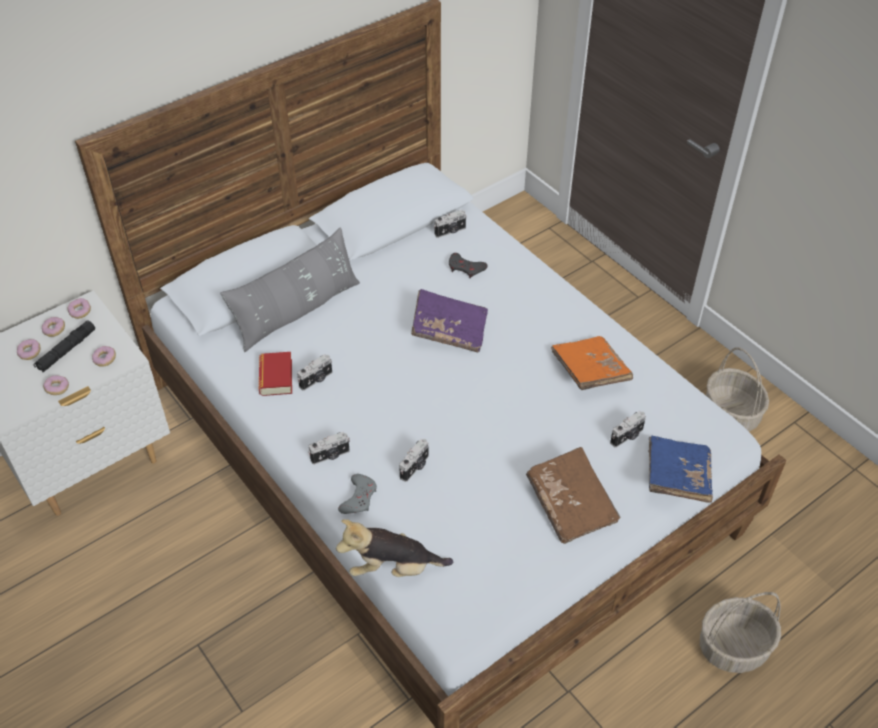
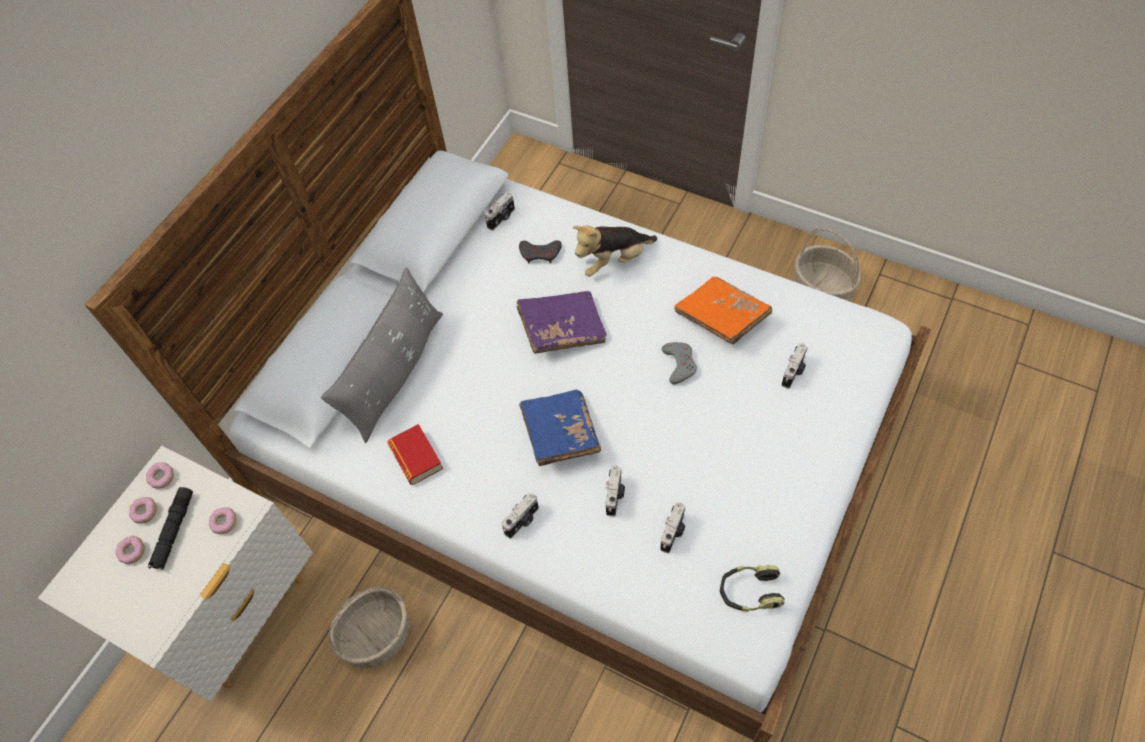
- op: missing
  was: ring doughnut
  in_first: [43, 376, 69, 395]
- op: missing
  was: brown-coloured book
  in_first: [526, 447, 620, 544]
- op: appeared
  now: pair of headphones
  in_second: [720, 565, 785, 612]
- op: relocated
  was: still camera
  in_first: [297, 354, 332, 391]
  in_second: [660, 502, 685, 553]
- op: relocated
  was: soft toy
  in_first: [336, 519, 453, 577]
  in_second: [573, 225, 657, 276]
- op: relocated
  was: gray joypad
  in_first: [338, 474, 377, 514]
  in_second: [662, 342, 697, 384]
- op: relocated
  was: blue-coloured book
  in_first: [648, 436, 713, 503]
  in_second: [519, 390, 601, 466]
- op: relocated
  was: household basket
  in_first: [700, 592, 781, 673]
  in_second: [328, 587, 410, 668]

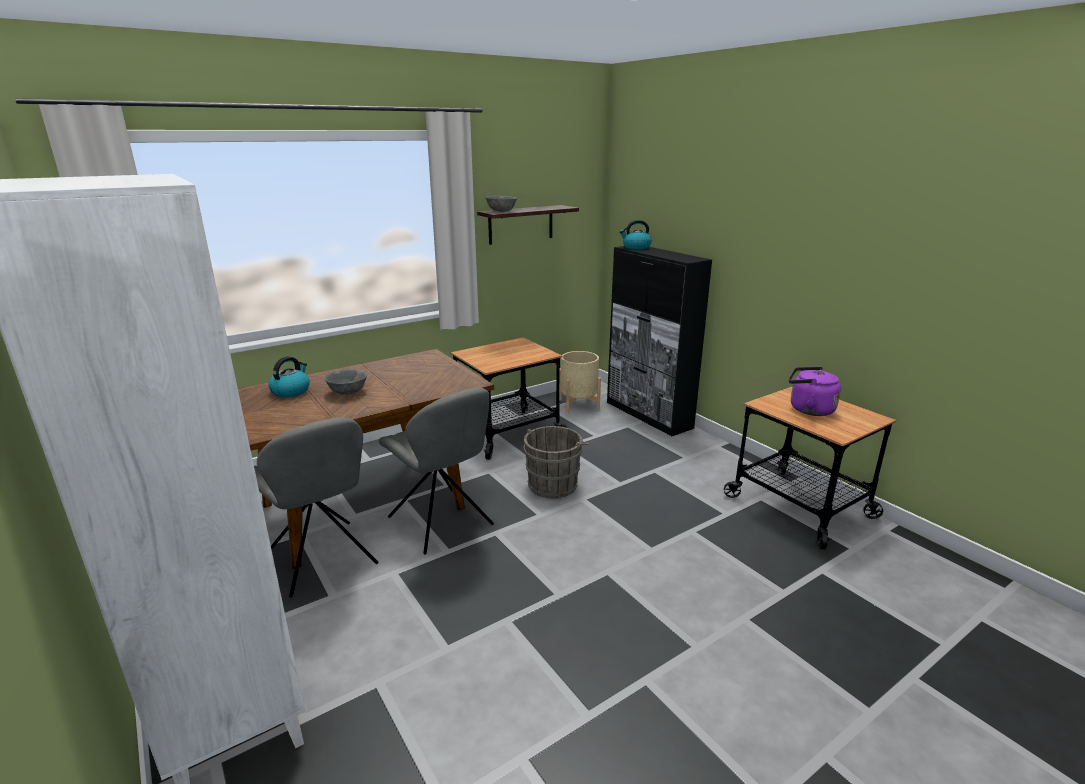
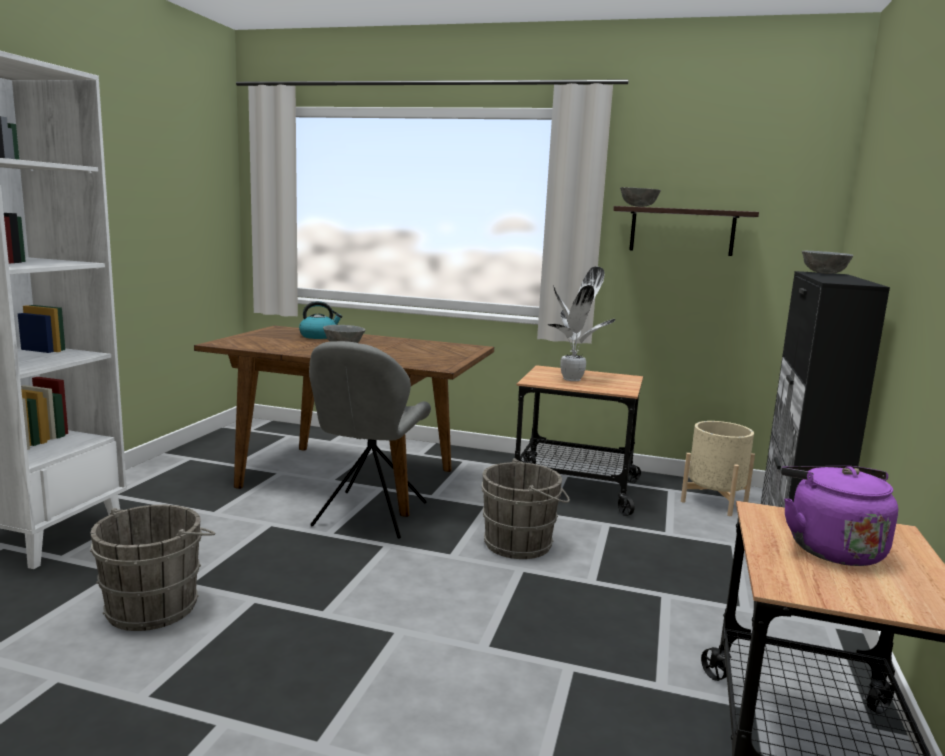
- op: missing
  was: gray plain chair
  in_first: [254, 417, 378, 598]
- op: appeared
  now: gray water bucket
  in_second: [90, 505, 215, 631]
- op: appeared
  now: potted plant
  in_second: [548, 267, 616, 381]
- op: exchanged
  was: water kettle
  now: gray serving bowl
  in_first: [620, 220, 651, 249]
  in_second: [802, 251, 854, 274]

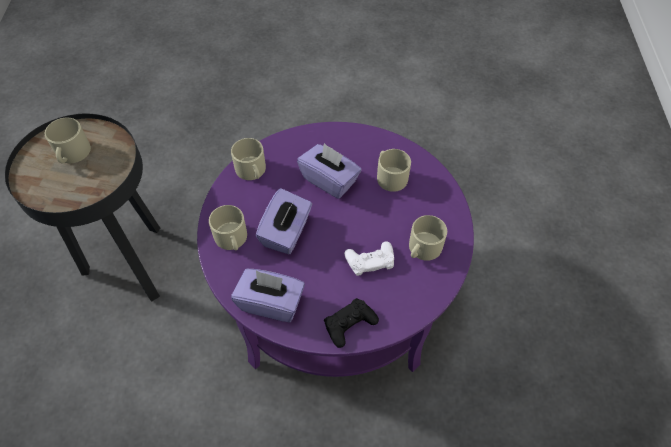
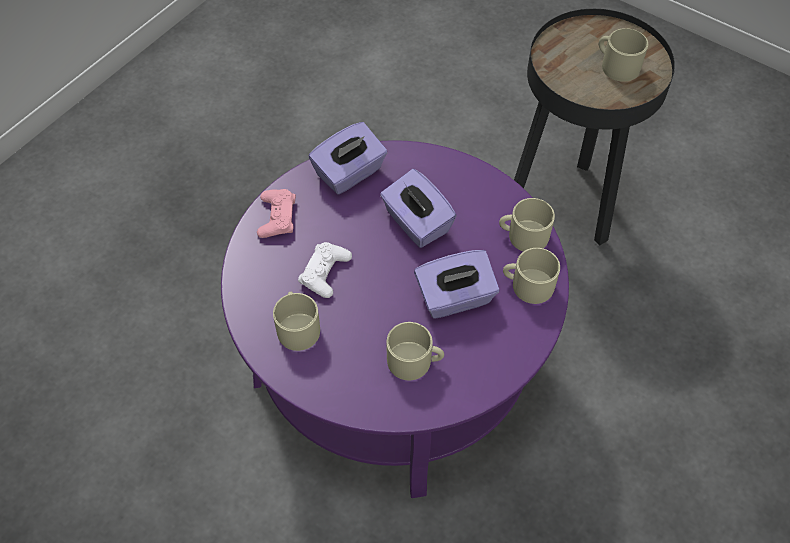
- op: relocated
  was: sand-coloured coffee mug
  in_first: [209, 205, 247, 250]
  in_second: [503, 248, 560, 304]
- op: colour
  was: blackish joypad
  now: pinkish joypad
  in_first: [324, 298, 379, 348]
  in_second: [257, 189, 296, 238]

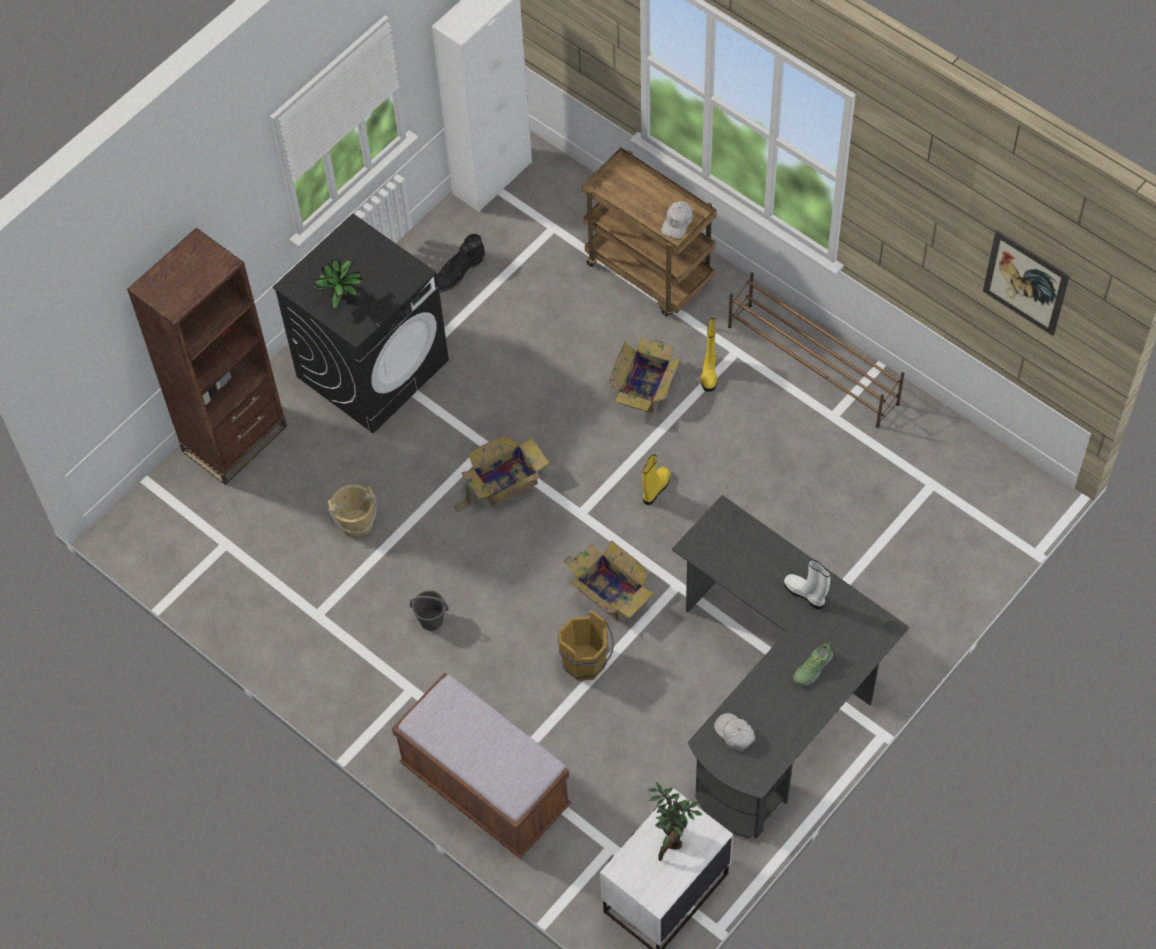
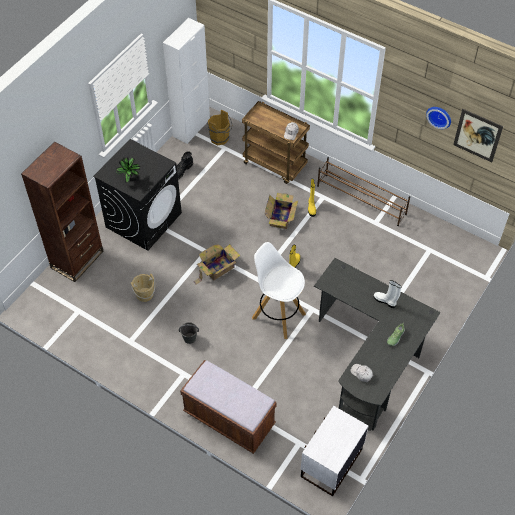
- op: missing
  was: potted plant
  in_first: [648, 782, 702, 861]
- op: appeared
  now: hanging clock
  in_second: [426, 107, 451, 129]
- op: relocated
  was: brown-coloured water bucket
  in_first: [558, 610, 614, 681]
  in_second: [207, 110, 232, 145]
- op: exchanged
  was: carton
  now: whitish sitting stool
  in_first: [563, 540, 654, 622]
  in_second: [252, 242, 306, 339]

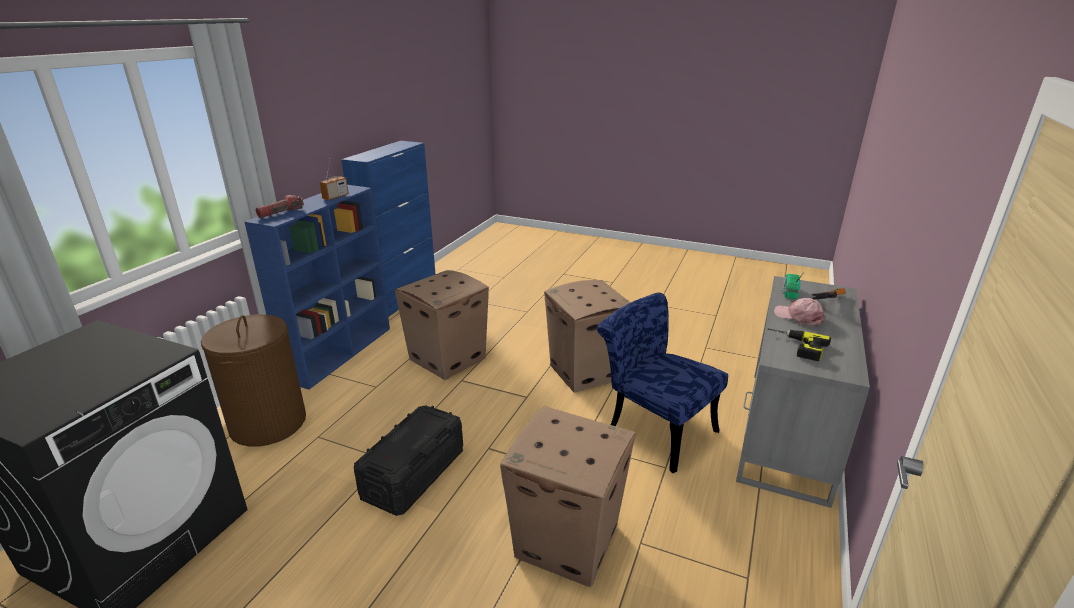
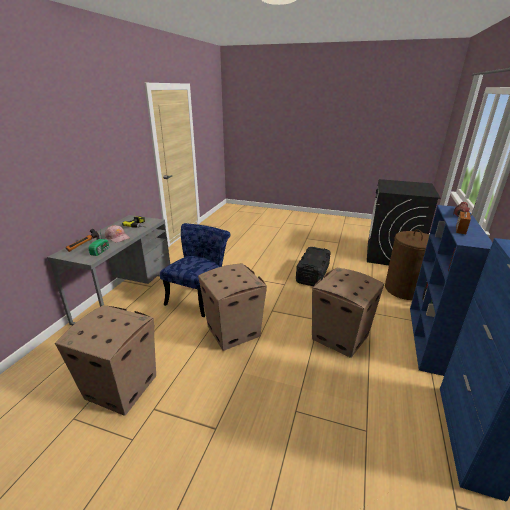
- op: relocated
  was: carton
  in_first: [500, 406, 636, 587]
  in_second: [55, 305, 157, 416]
- op: spun
  was: blue-coloured plain chair
  in_first: [597, 293, 728, 473]
  in_second: [160, 223, 231, 317]
  clockwise: -105

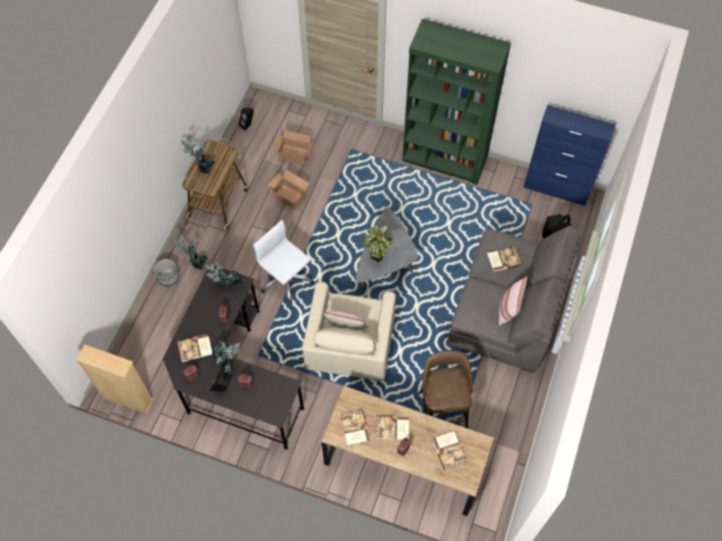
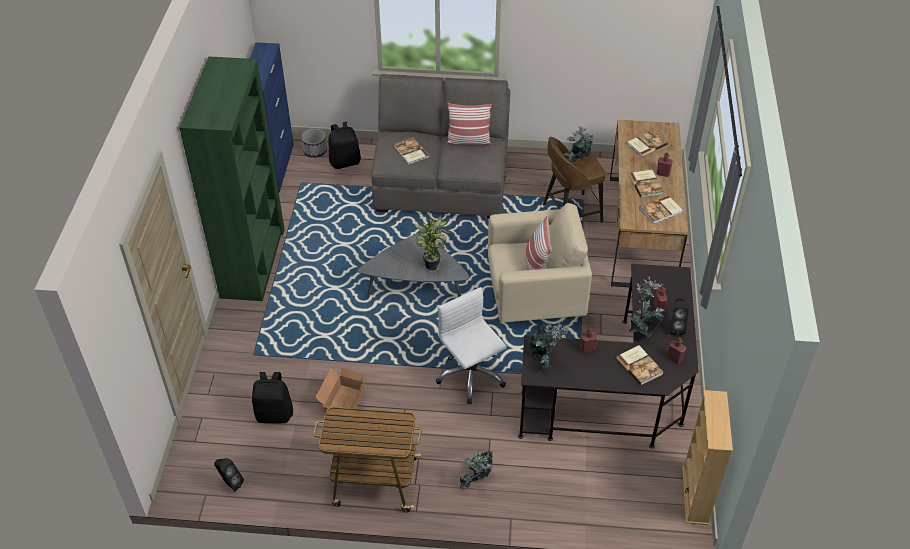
- op: relocated
  was: plant pot
  in_first: [154, 259, 179, 287]
  in_second: [301, 129, 327, 158]
- op: relocated
  was: potted plant
  in_first: [181, 134, 215, 174]
  in_second: [564, 126, 594, 163]
- op: exchanged
  was: carton
  now: blackish backpack
  in_first: [274, 130, 314, 164]
  in_second: [252, 372, 293, 423]
- op: spun
  was: whitish office chair
  in_first: [253, 220, 314, 305]
  in_second: [436, 287, 507, 404]
  clockwise: 120

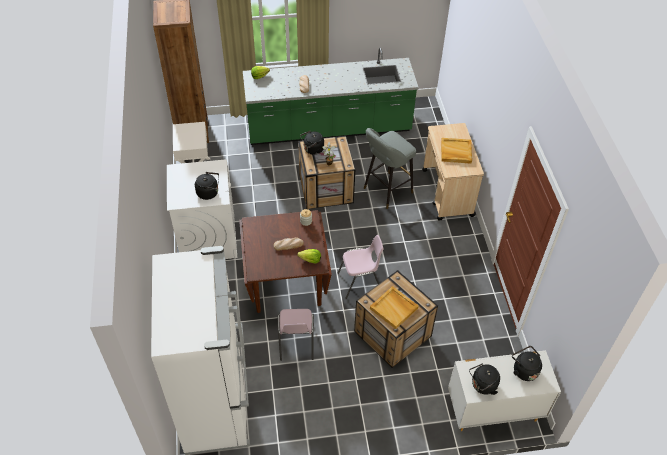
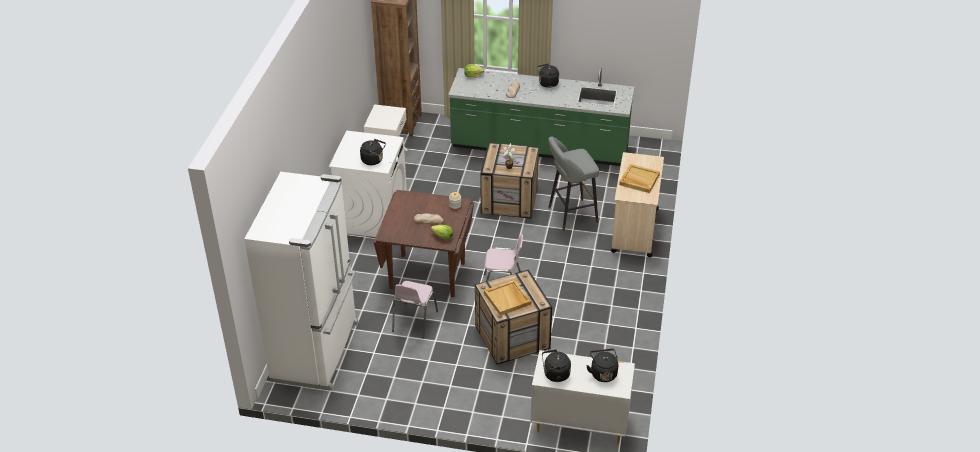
- op: relocated
  was: blackish water kettle
  in_first: [300, 131, 324, 155]
  in_second: [537, 63, 559, 88]

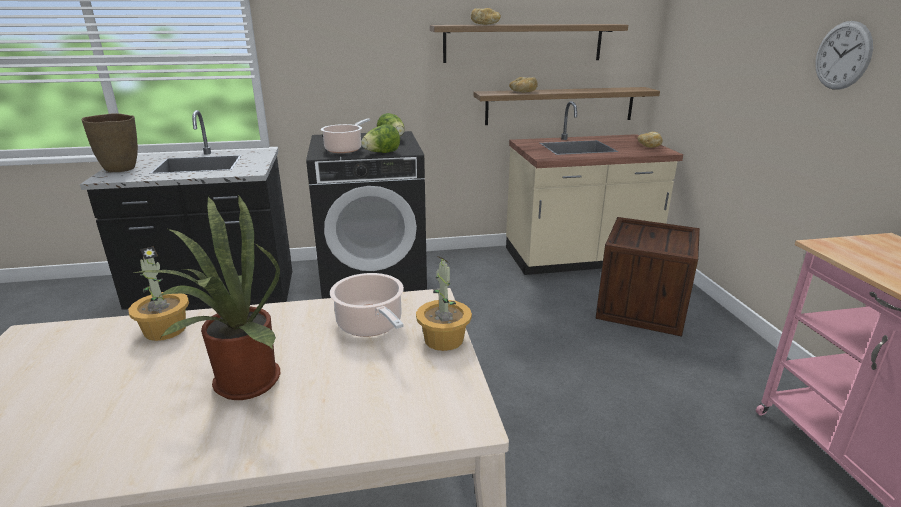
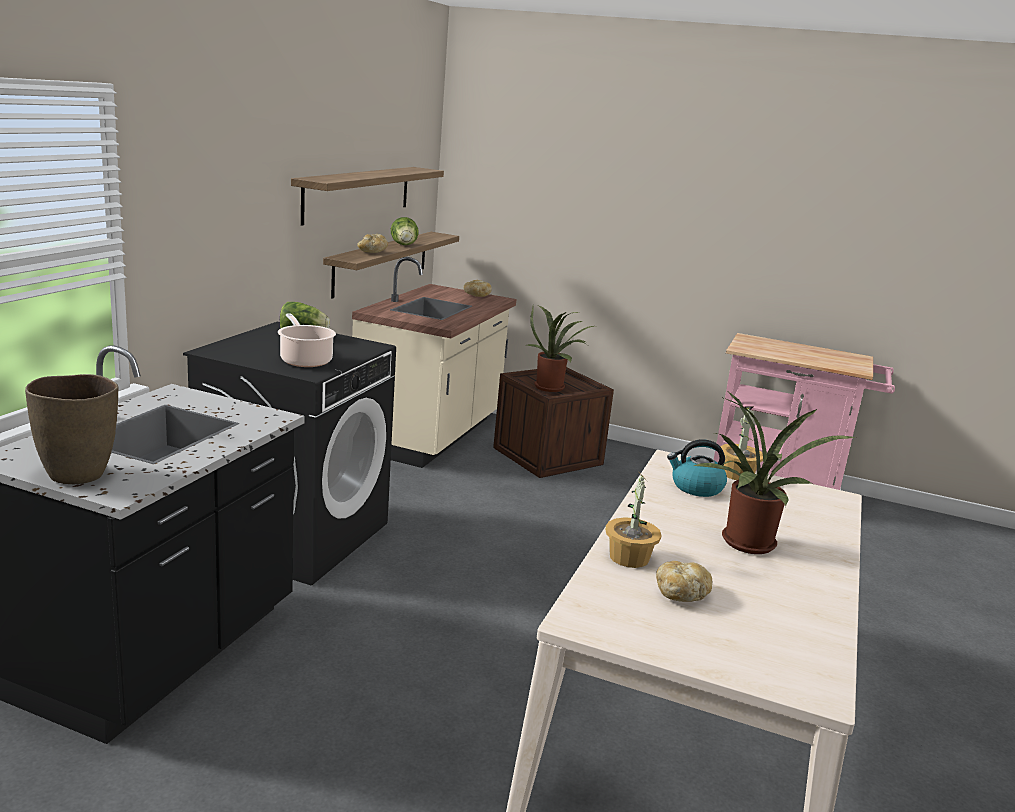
- op: missing
  was: hanging clock
  in_first: [815, 21, 873, 89]
- op: appeared
  now: potted plant
  in_second: [526, 305, 594, 392]
- op: relocated
  was: lettuce
  in_first: [361, 124, 400, 153]
  in_second: [391, 217, 418, 245]
- op: relocated
  was: bakery bread
  in_first: [471, 8, 501, 25]
  in_second: [656, 561, 712, 602]
- op: exchanged
  was: cooking pot
  now: water kettle
  in_first: [330, 273, 404, 337]
  in_second: [667, 439, 727, 497]

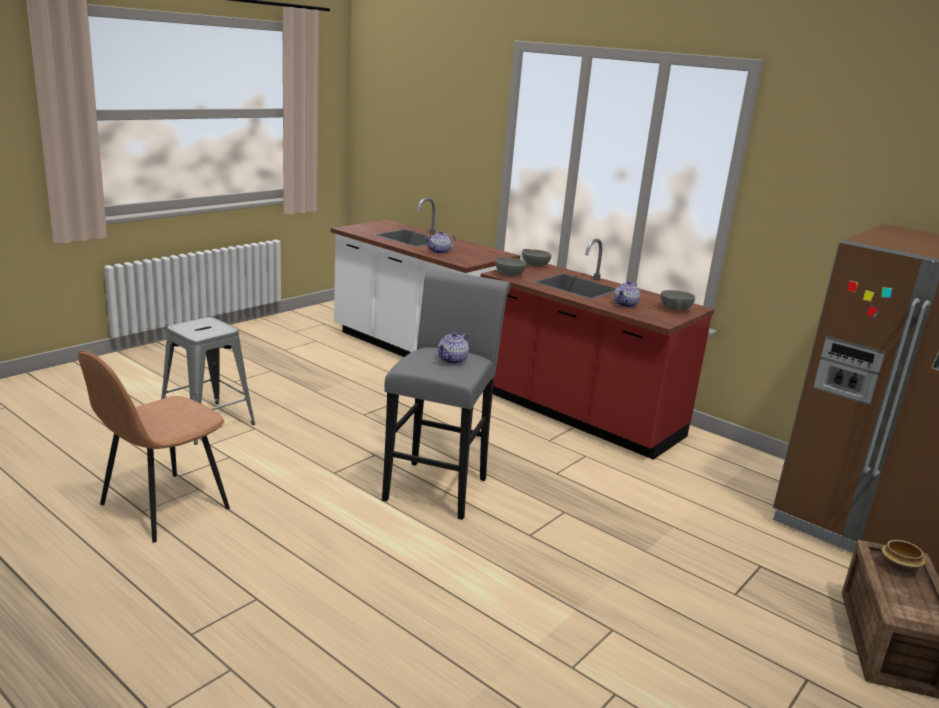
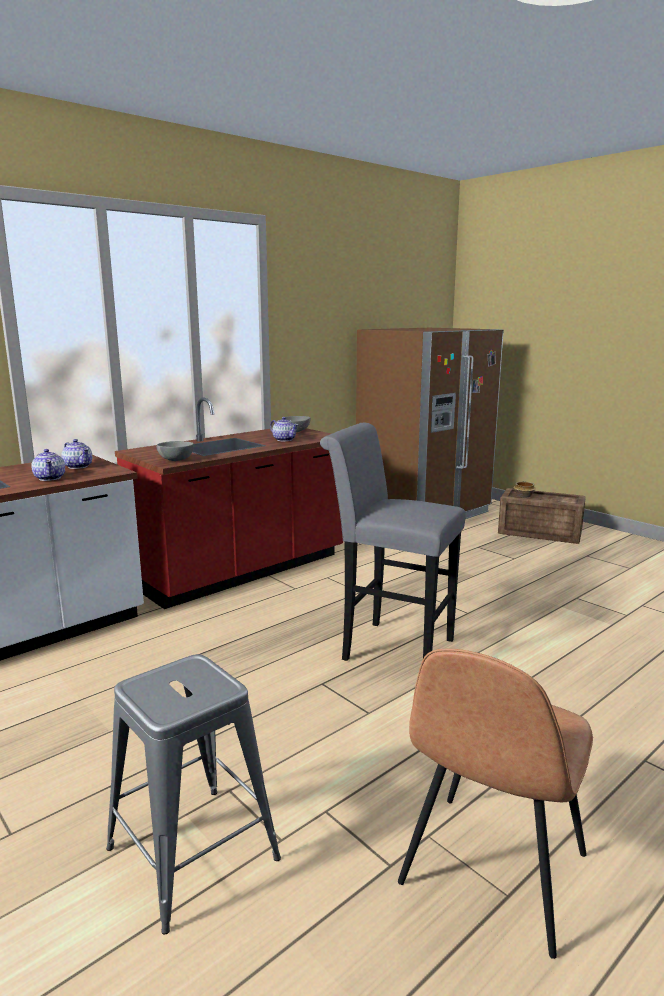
- op: missing
  was: gray serving bowl
  in_first: [522, 249, 552, 267]
- op: relocated
  was: teapot
  in_first: [438, 332, 469, 364]
  in_second: [62, 439, 92, 469]
- op: spun
  was: brown-coloured plain chair
  in_first: [78, 350, 230, 543]
  in_second: [398, 649, 593, 959]
  clockwise: 75

